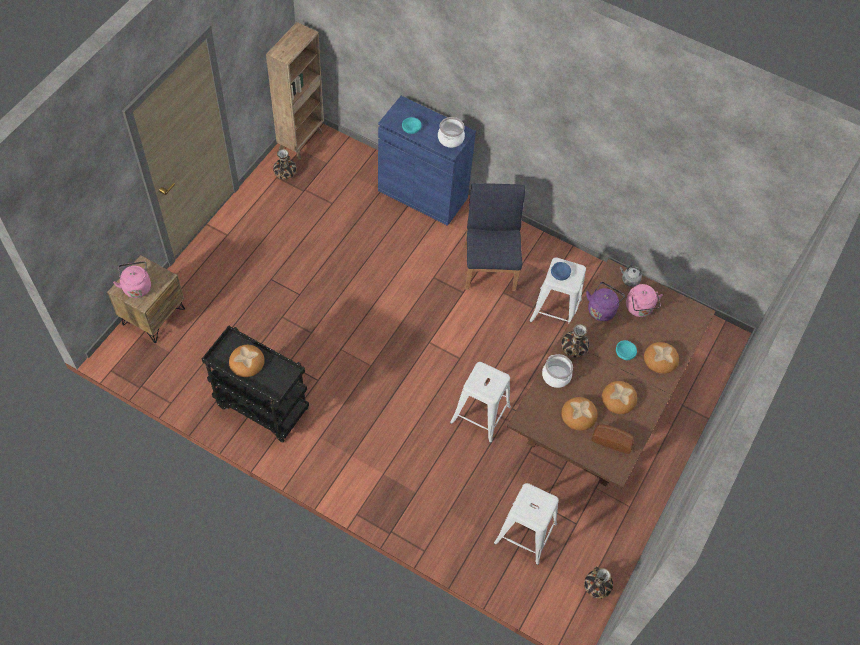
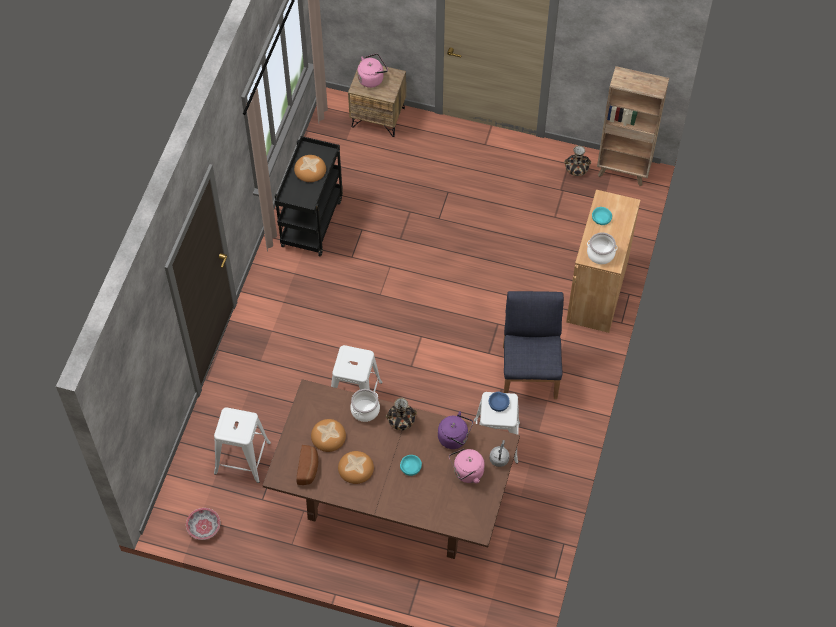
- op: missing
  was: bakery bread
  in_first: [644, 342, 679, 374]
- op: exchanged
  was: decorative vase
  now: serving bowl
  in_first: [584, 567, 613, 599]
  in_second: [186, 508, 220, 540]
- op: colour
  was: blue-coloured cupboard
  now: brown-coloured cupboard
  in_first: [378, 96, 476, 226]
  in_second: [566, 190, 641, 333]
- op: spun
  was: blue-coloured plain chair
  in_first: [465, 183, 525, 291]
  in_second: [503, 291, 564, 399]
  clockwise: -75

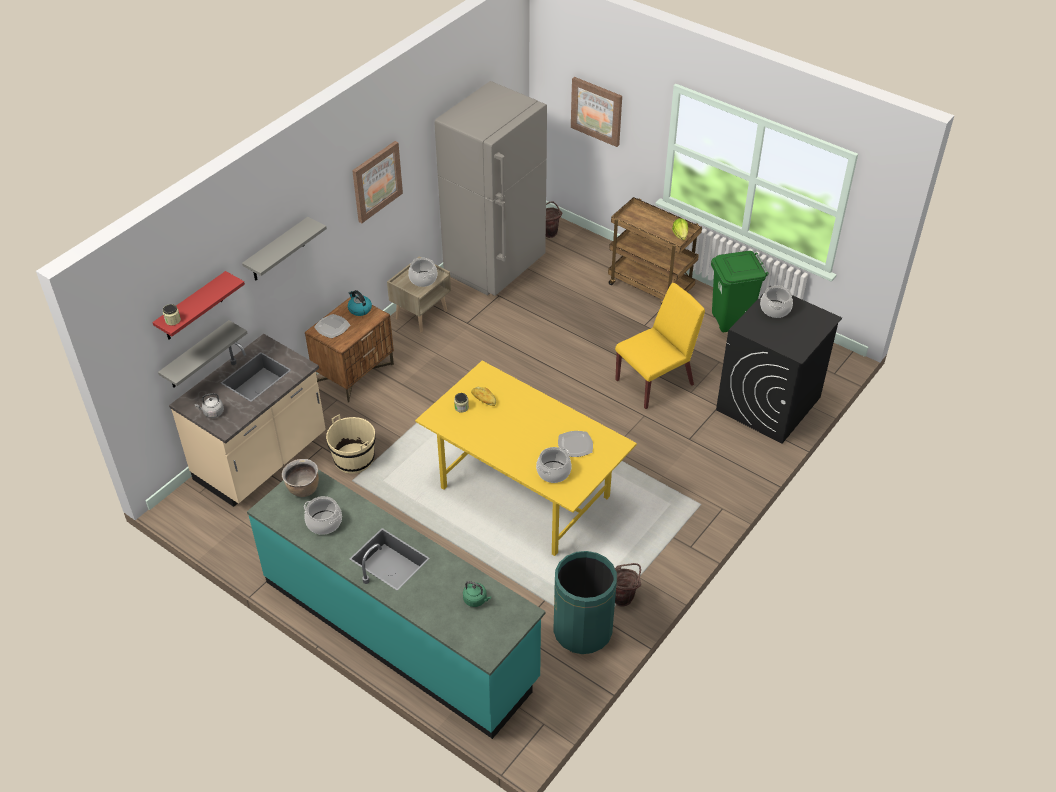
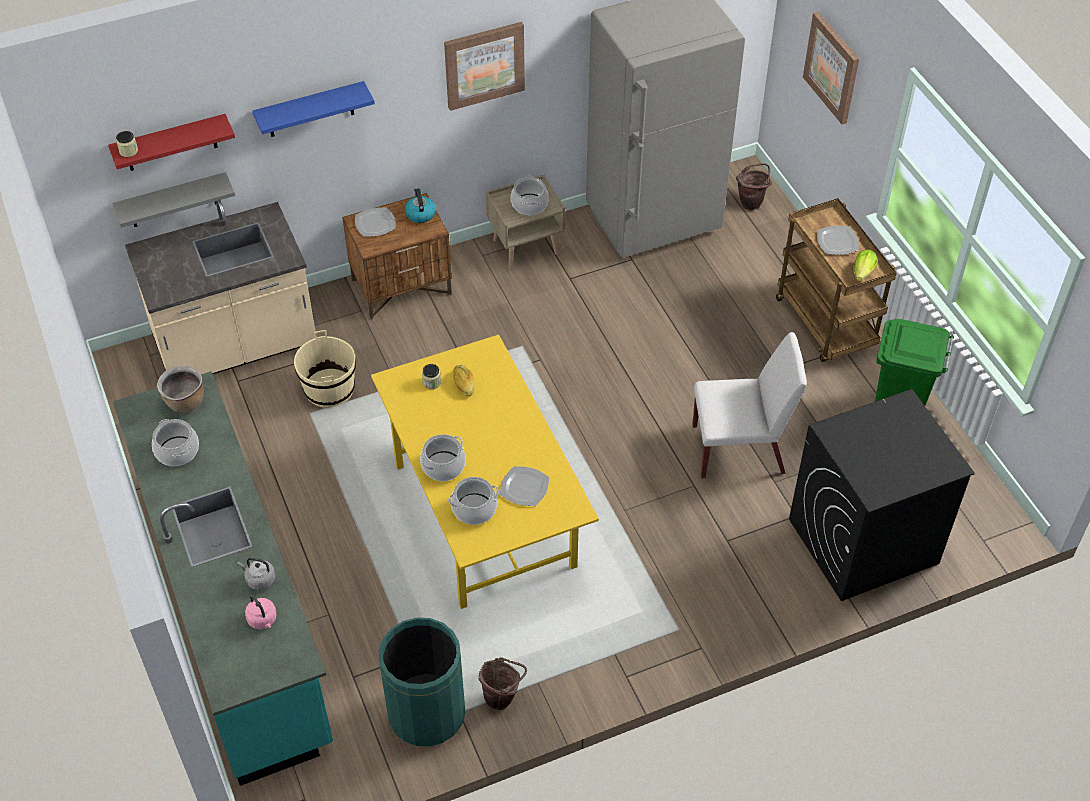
- op: appeared
  now: dinner plate
  in_second: [817, 226, 859, 255]
- op: relocated
  was: gray water kettle
  in_first: [195, 393, 224, 418]
  in_second: [237, 557, 275, 590]
- op: relocated
  was: cooking pot
  in_first: [760, 285, 793, 318]
  in_second: [420, 434, 466, 481]
- op: colour
  was: gray shelf
  now: blue-coloured shelf
  in_first: [242, 217, 327, 281]
  in_second: [252, 81, 375, 137]
- op: colour
  was: greenish water kettle
  now: pinkish water kettle
  in_first: [463, 581, 491, 607]
  in_second: [245, 594, 277, 629]
- op: colour
  was: yellowish plain chair
  now: whitish plain chair
  in_first: [615, 283, 705, 409]
  in_second: [692, 332, 807, 478]

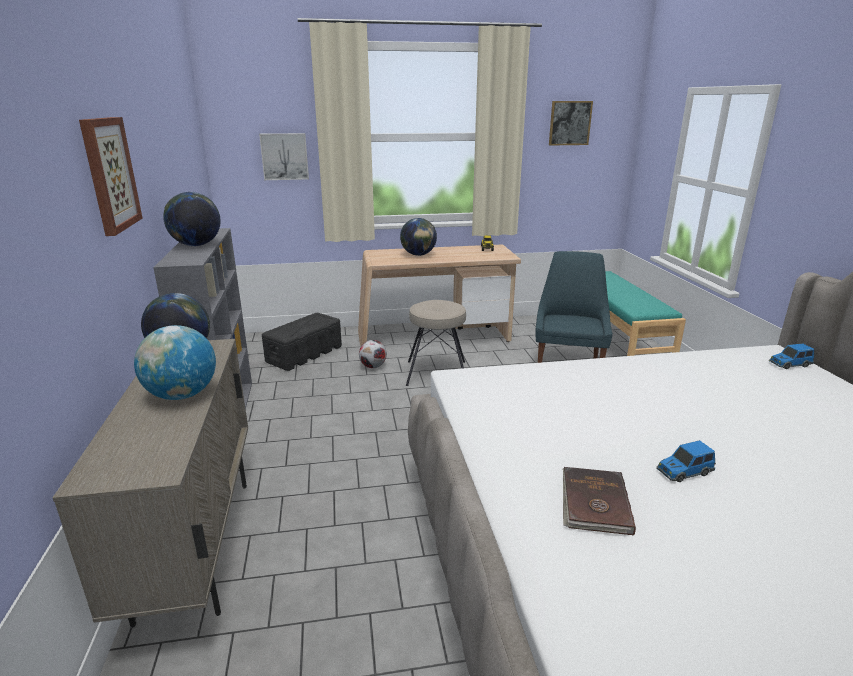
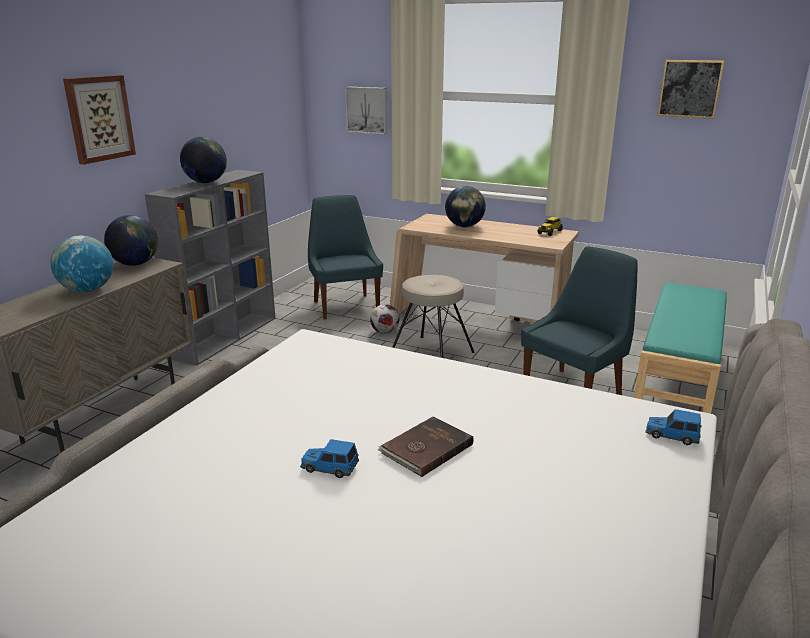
- op: relocated
  was: brown-coloured book
  in_first: [563, 467, 636, 536]
  in_second: [378, 417, 474, 477]
- op: exchanged
  was: blackish storage box
  now: blue-coloured plain chair
  in_first: [262, 313, 342, 371]
  in_second: [308, 195, 383, 320]

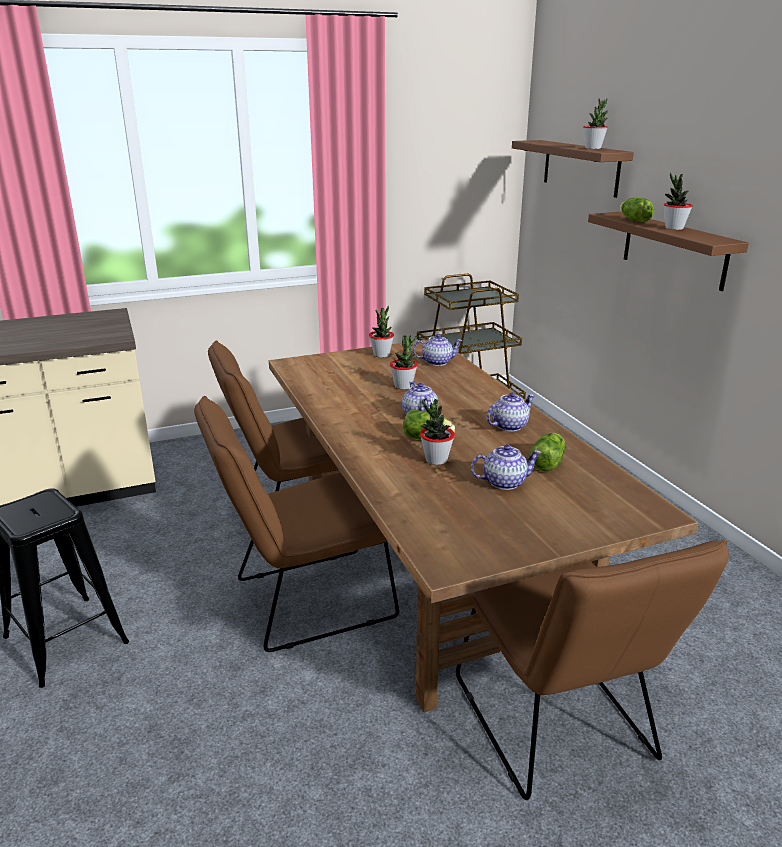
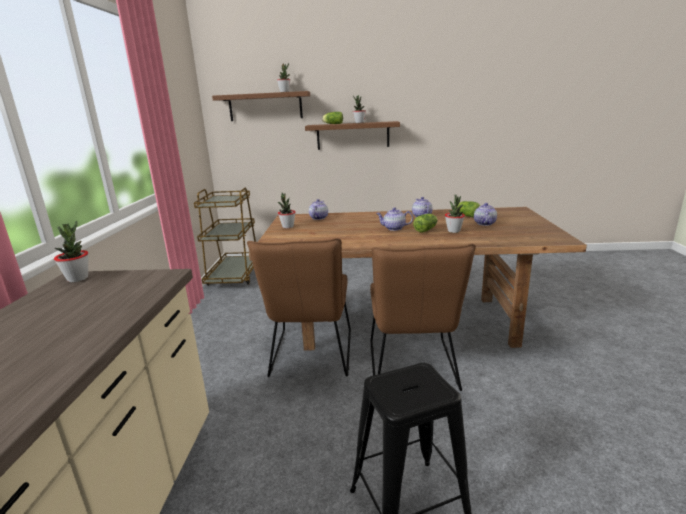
- op: missing
  was: brown-coloured plain chair
  in_first: [456, 540, 729, 800]
- op: relocated
  was: potted plant
  in_first: [390, 335, 418, 389]
  in_second: [54, 221, 88, 282]

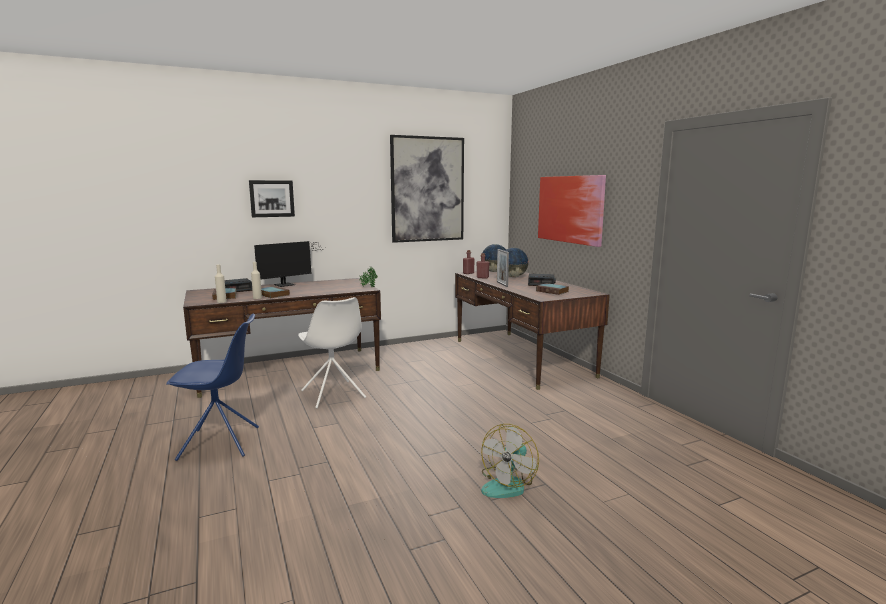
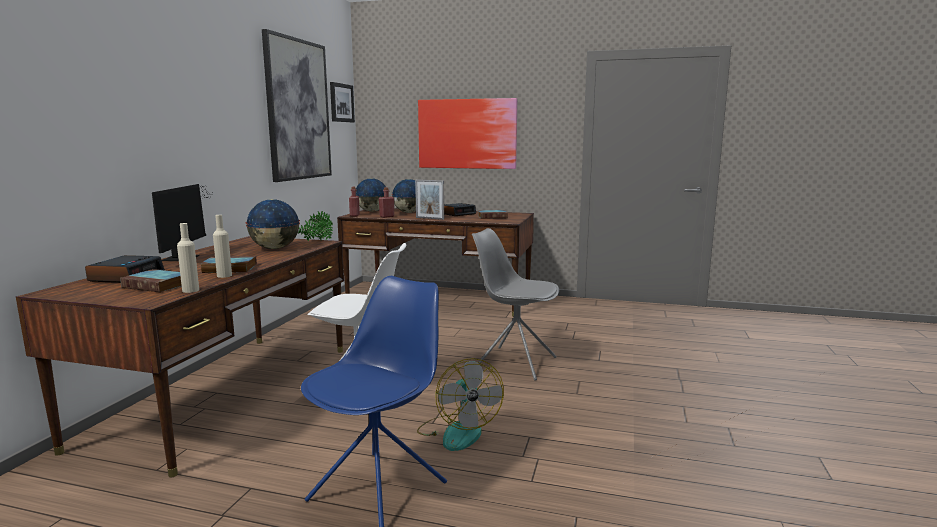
- op: appeared
  now: world globe
  in_second: [246, 199, 300, 249]
- op: appeared
  now: gray plain chair
  in_second: [472, 228, 559, 380]
- op: relocated
  was: wall art
  in_first: [249, 180, 295, 217]
  in_second: [330, 82, 355, 122]
- op: relocated
  was: electric fan
  in_first: [481, 424, 539, 498]
  in_second: [417, 358, 504, 451]

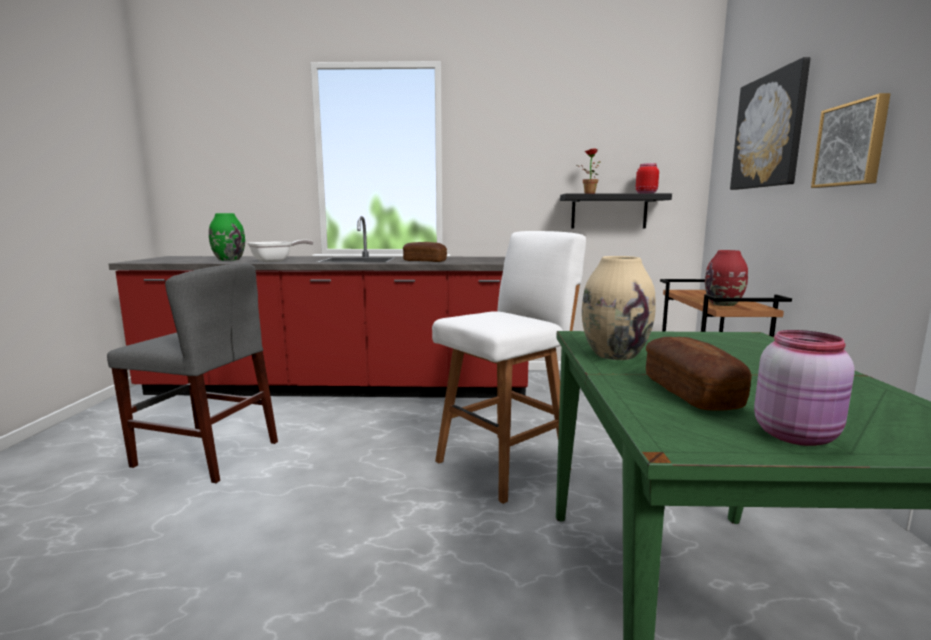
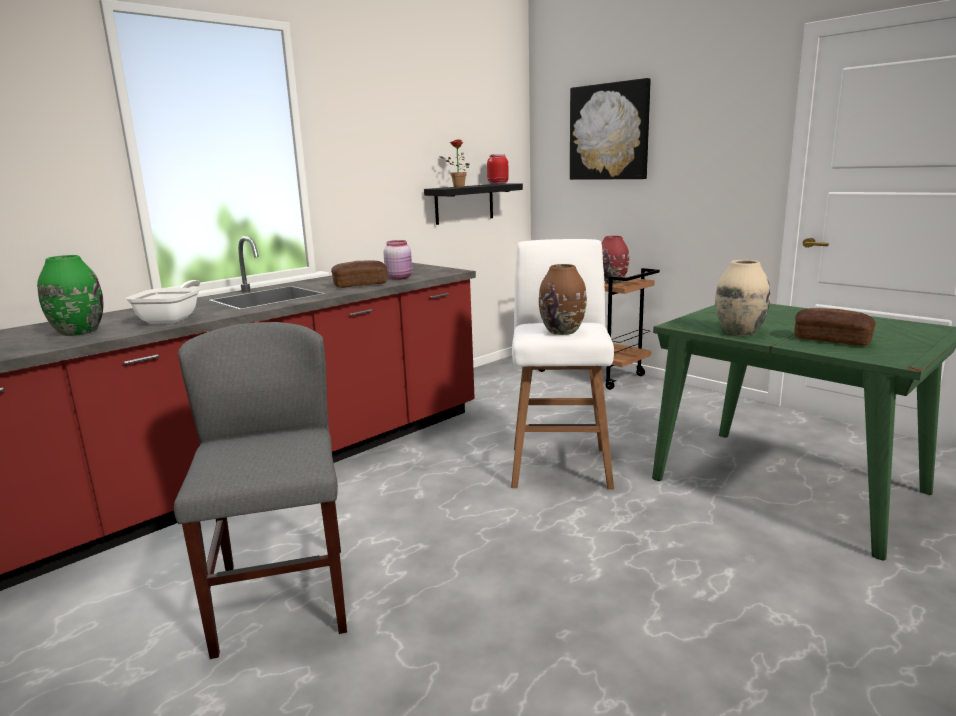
- op: missing
  was: wall art
  in_first: [811, 93, 891, 188]
- op: appeared
  now: brown-coloured decorative vase
  in_second: [539, 264, 587, 335]
- op: relocated
  was: pinkish preserve jar
  in_first: [754, 330, 855, 446]
  in_second: [383, 240, 412, 280]
- op: spun
  was: gray plain chair
  in_first: [107, 263, 278, 483]
  in_second: [174, 322, 347, 659]
  clockwise: -75

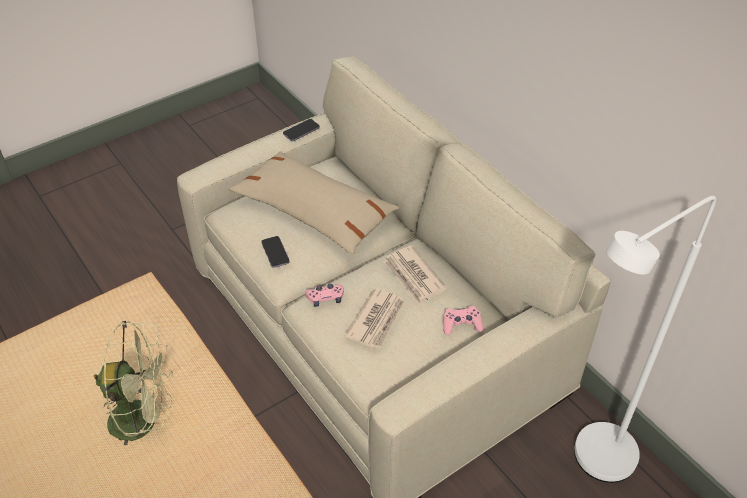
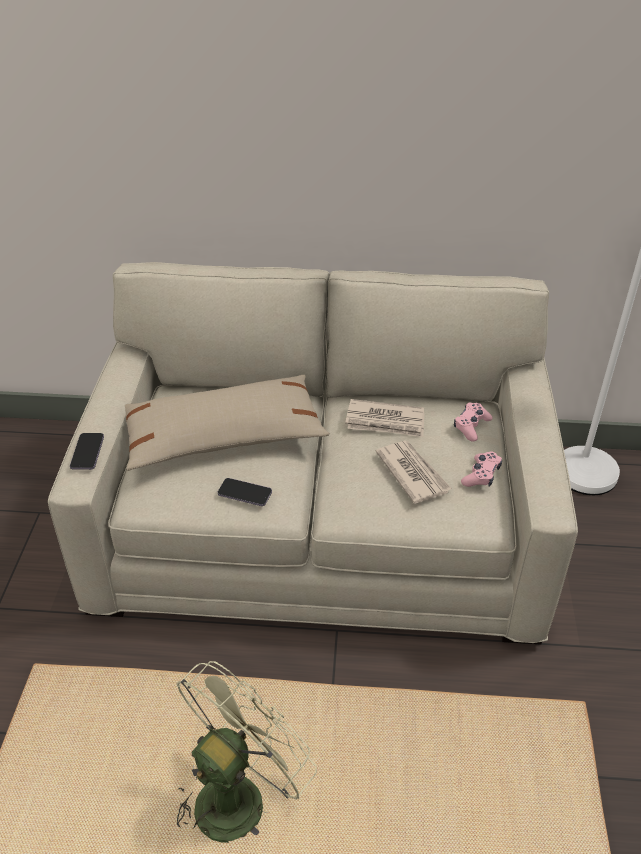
- op: relocated
  was: telephone
  in_first: [283, 119, 320, 141]
  in_second: [70, 433, 104, 470]
- op: relocated
  was: pinkish joypad
  in_first: [305, 284, 344, 307]
  in_second: [461, 452, 502, 487]

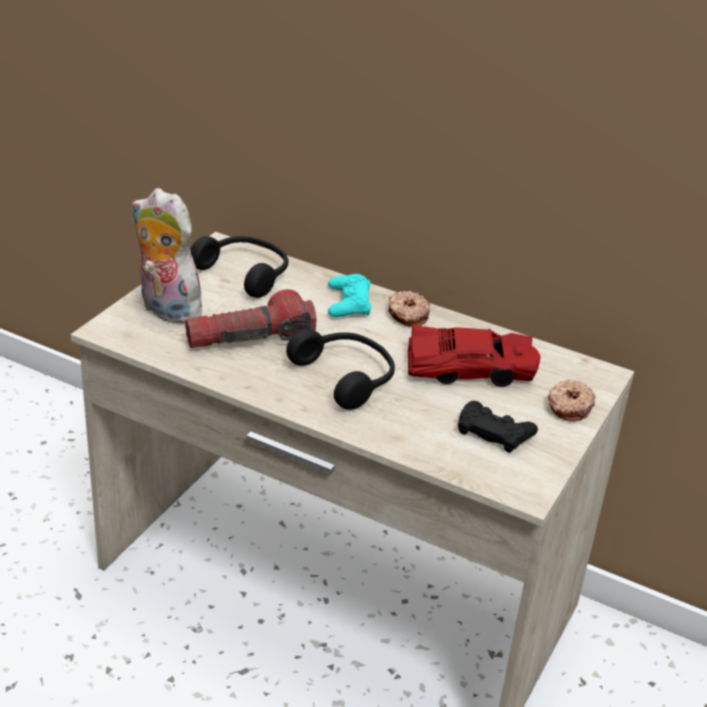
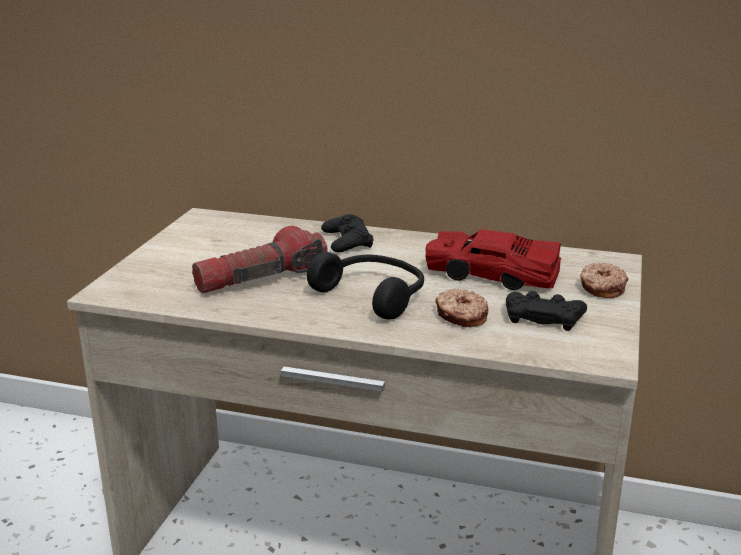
- op: missing
  was: soft toy
  in_first: [132, 188, 204, 324]
- op: missing
  was: blackish pair of headphones
  in_first: [190, 236, 288, 298]
- op: relocated
  was: ring doughnut
  in_first: [388, 291, 430, 327]
  in_second: [435, 288, 489, 327]
- op: colour
  was: blue-green joypad
  now: blackish joypad
  in_first: [328, 274, 371, 317]
  in_second: [321, 214, 373, 252]
- op: spun
  was: red miniature car
  in_first: [408, 325, 540, 387]
  in_second: [425, 229, 561, 290]
  clockwise: -150

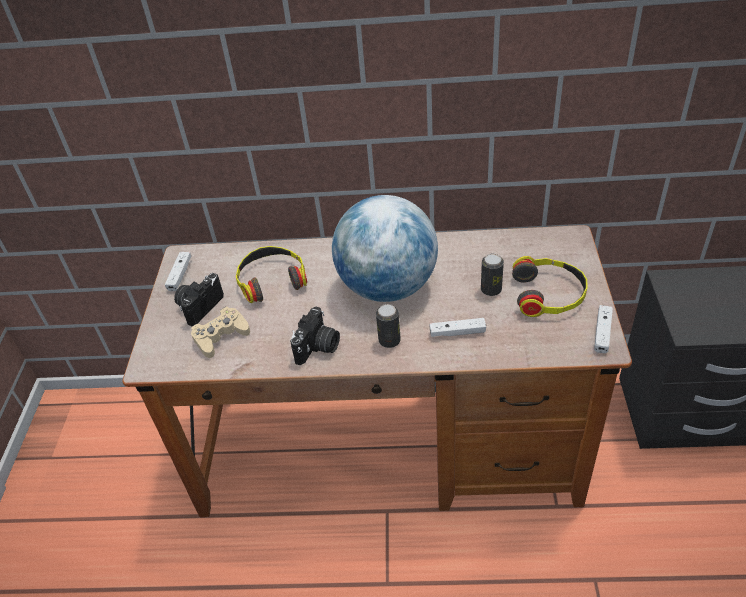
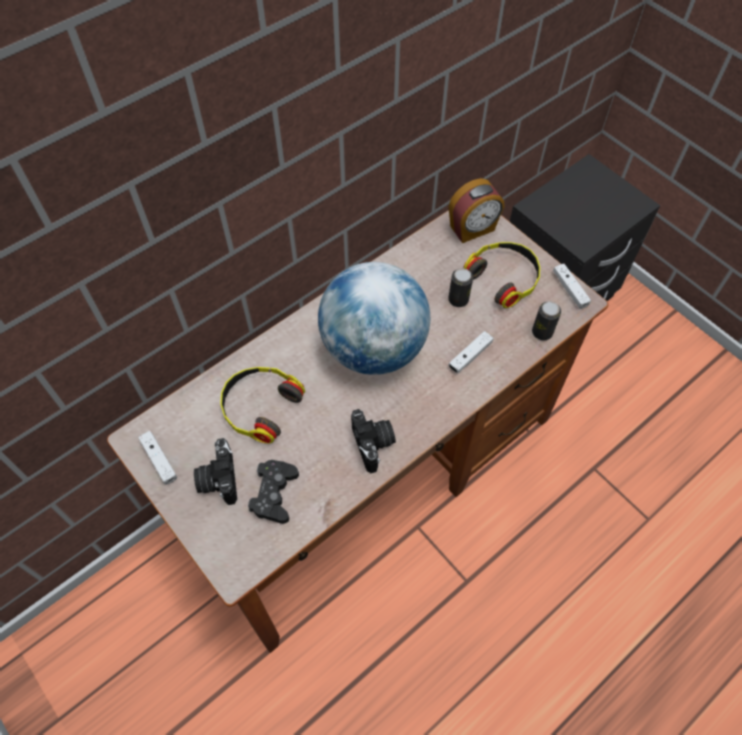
- op: appeared
  now: table clock
  in_second: [448, 178, 504, 243]
- op: relocated
  was: can
  in_first: [376, 304, 401, 348]
  in_second: [532, 301, 561, 340]
- op: colour
  was: sand-coloured joypad
  now: blackish joypad
  in_first: [191, 307, 250, 358]
  in_second: [248, 460, 299, 524]

